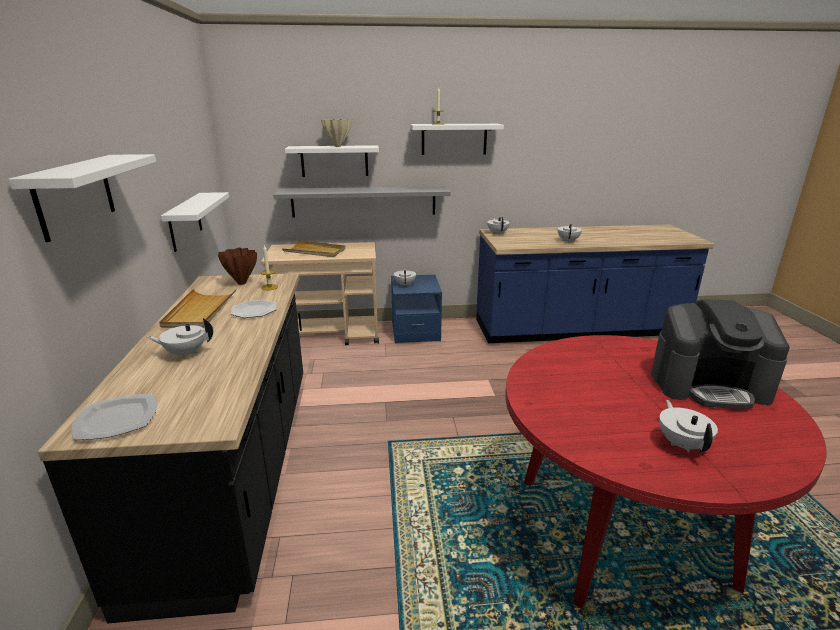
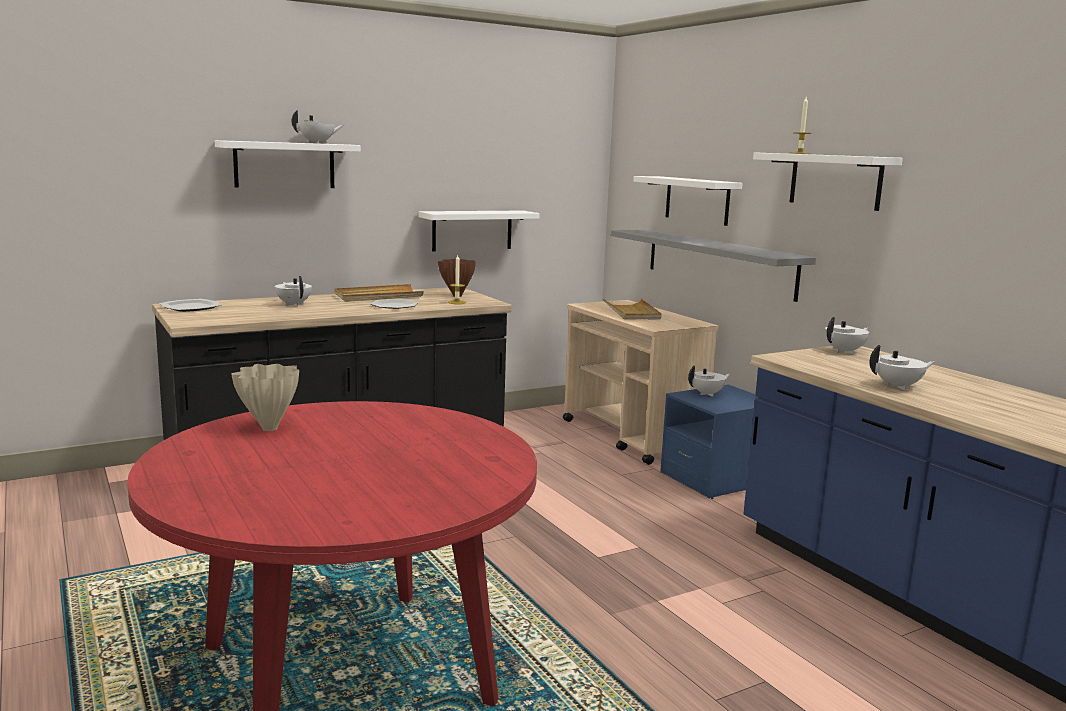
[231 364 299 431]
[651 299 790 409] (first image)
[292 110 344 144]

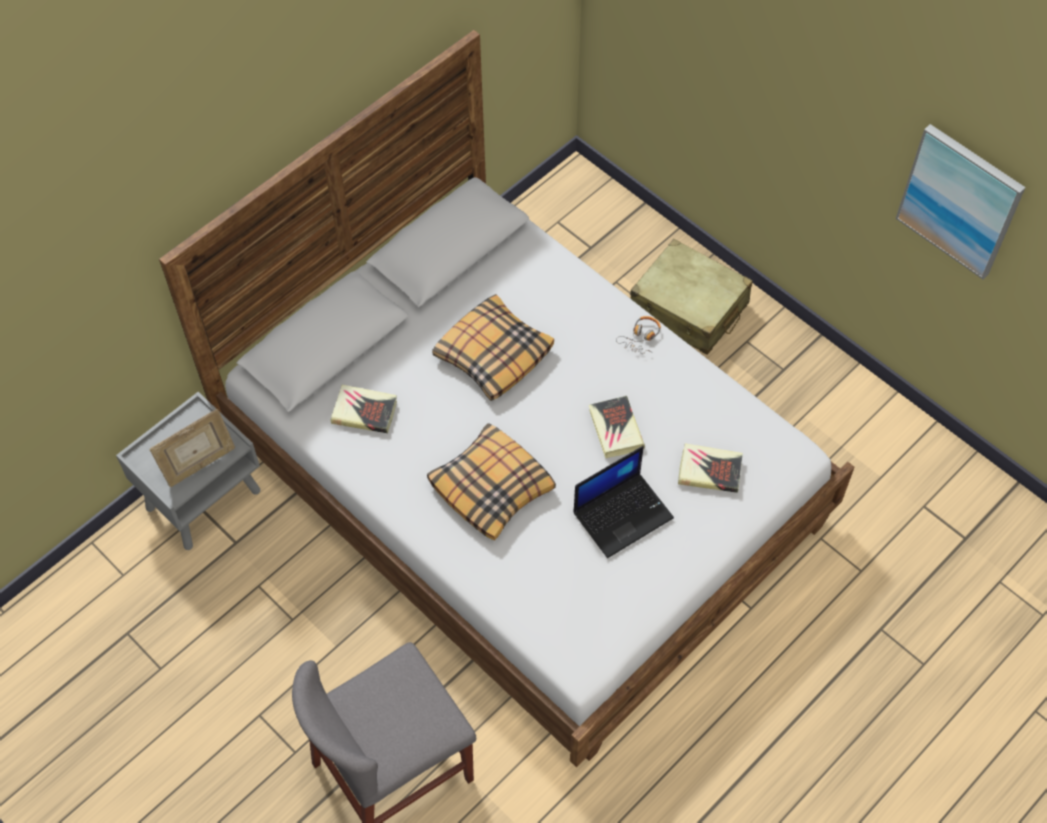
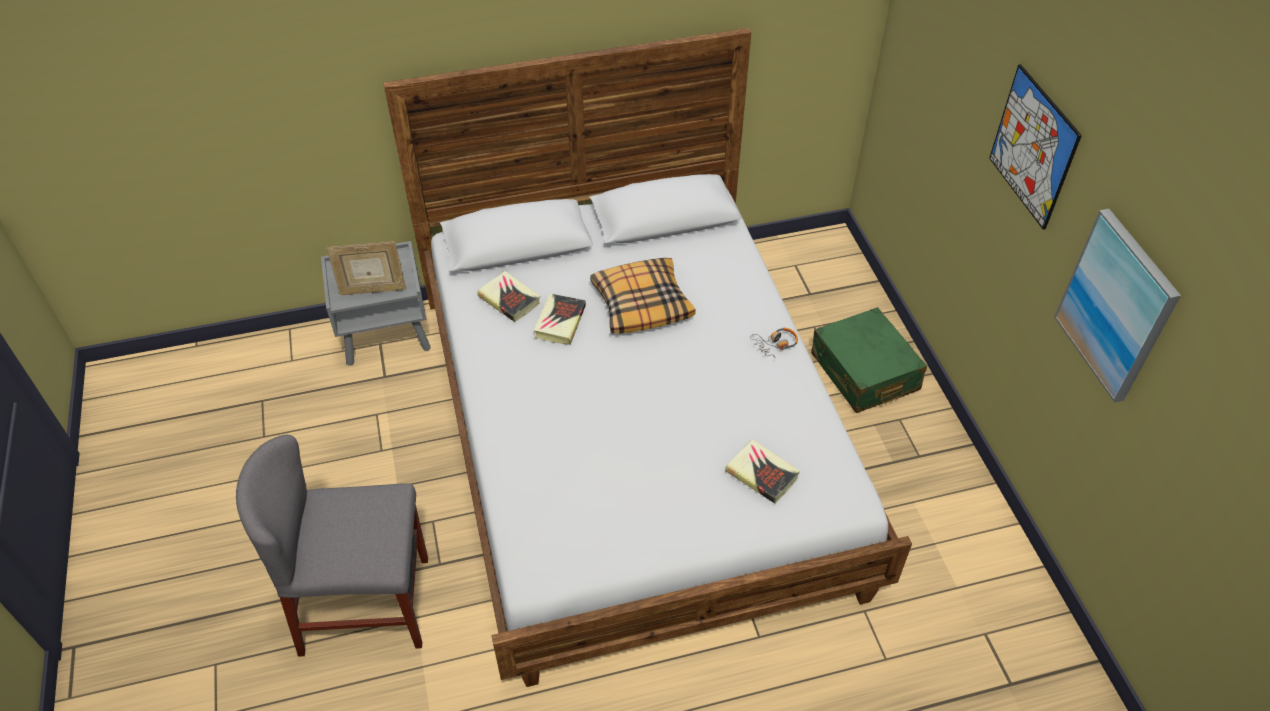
[427 423 556 541] (first image)
[573 446 674 558] (first image)
[533 294 586 345]
[811 307 927 413]
[989 64 1082 230]

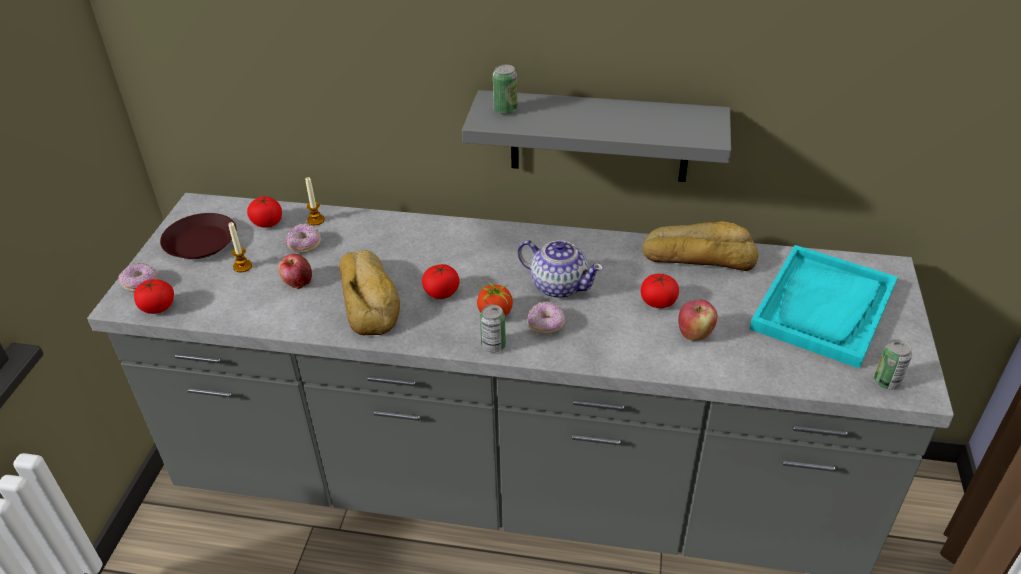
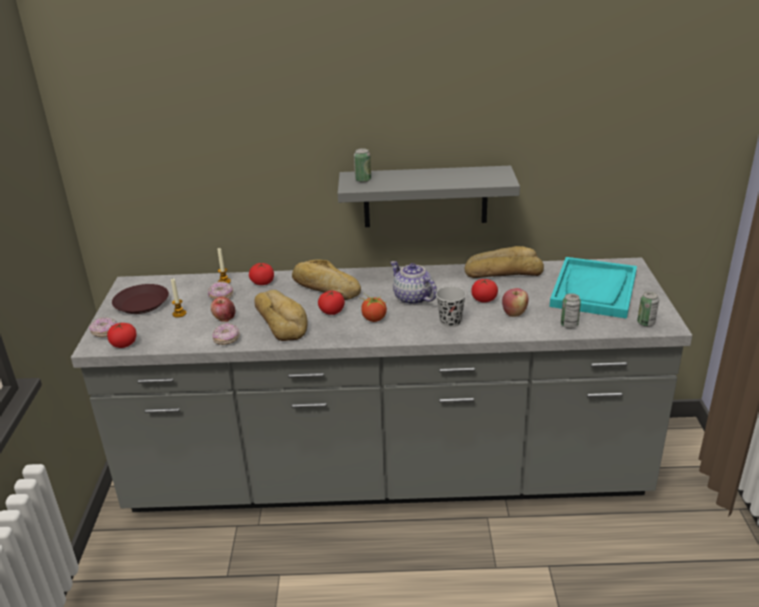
[249 263 274 285]
[561 293 581 329]
[390 261 437 305]
[212 323 240 345]
[292 260 361 300]
[436 286 466 327]

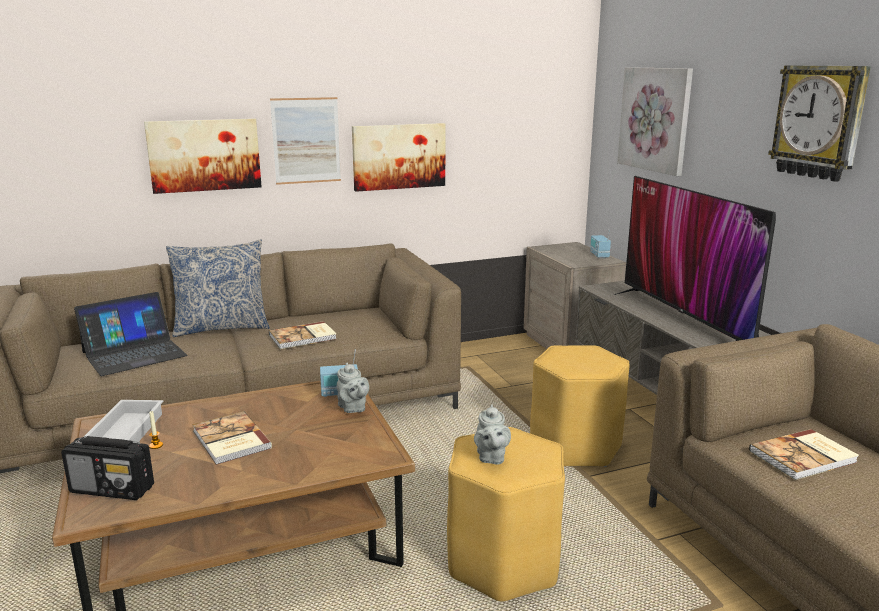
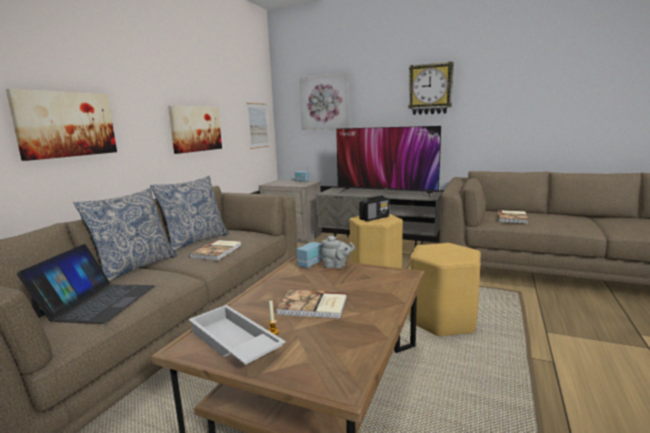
[359 196 389 221]
[247 103 270 149]
[474 404 511 465] (first image)
[150 176 229 251]

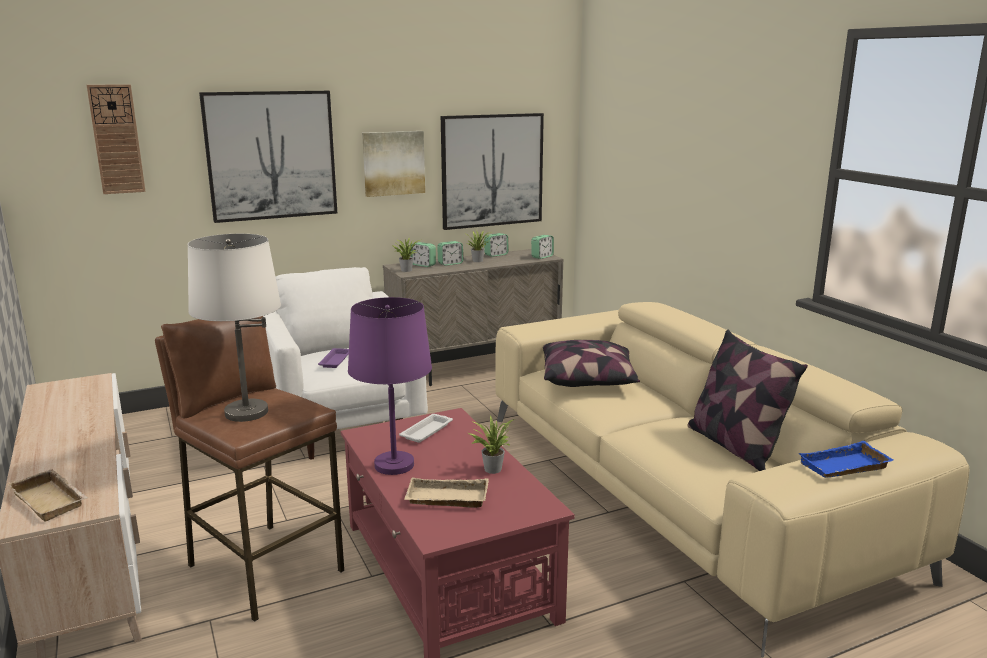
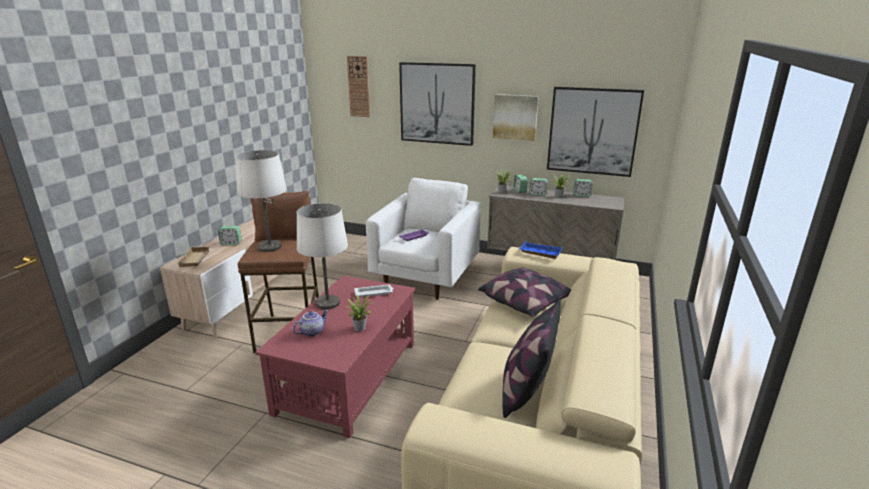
[297 203 348 310]
[293 310 329 337]
[218 226 242 245]
[519 241 563 259]

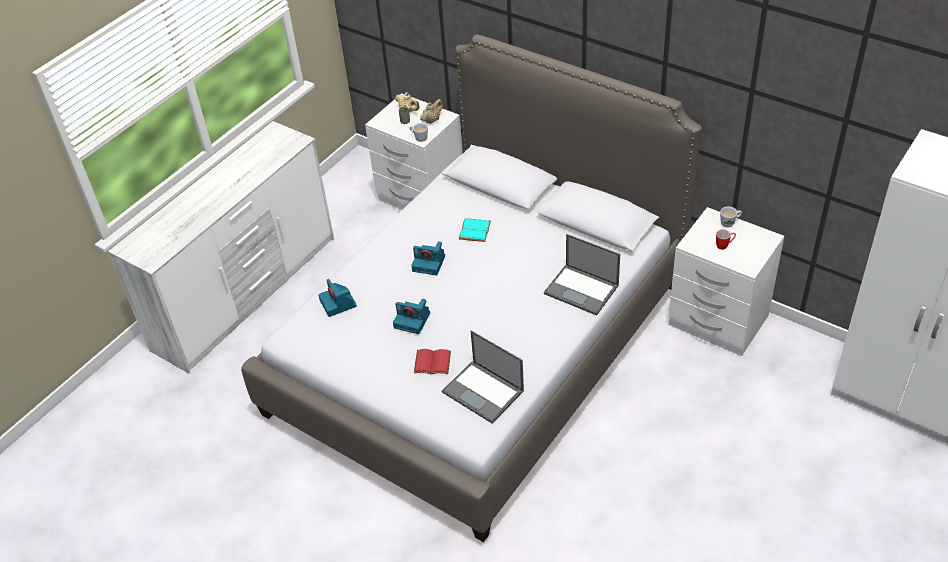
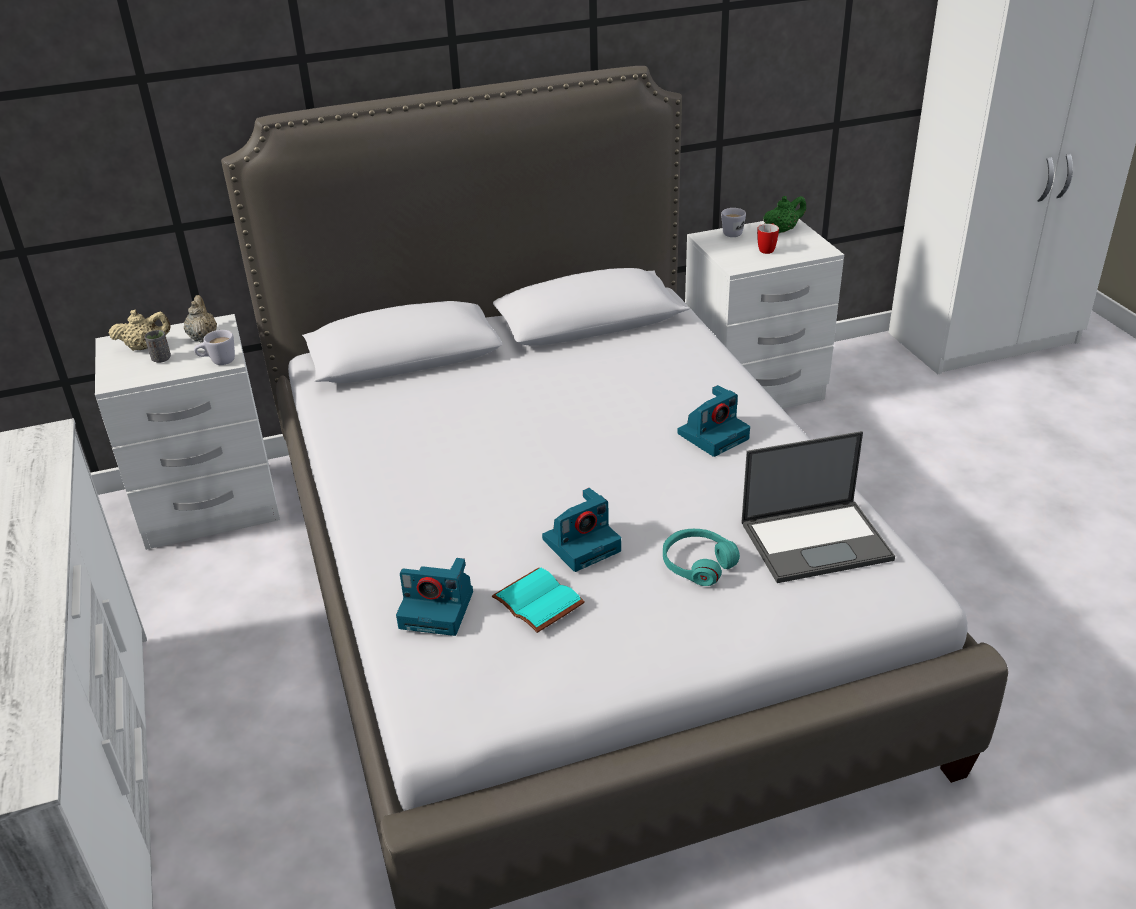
[677 385 750 457]
[663 529 740 586]
[492 568 585 633]
[544 234 620 316] (first image)
[763 196 806 233]

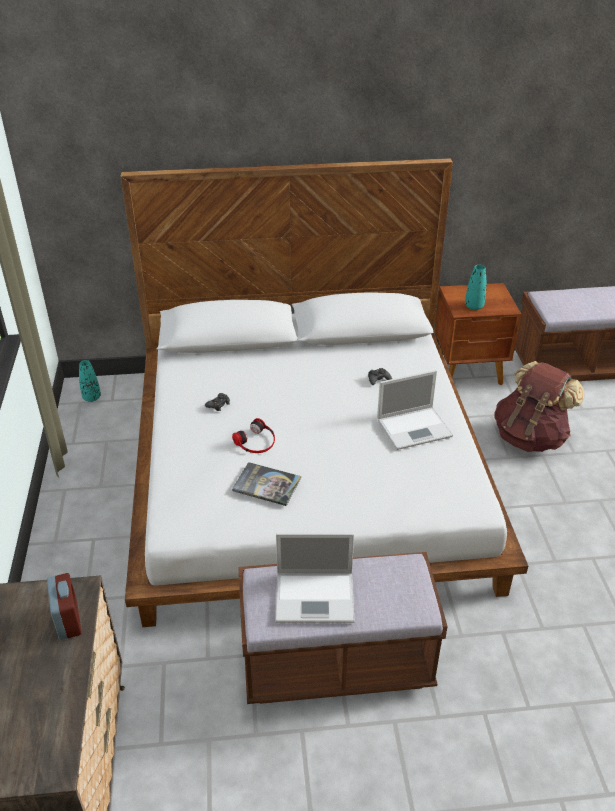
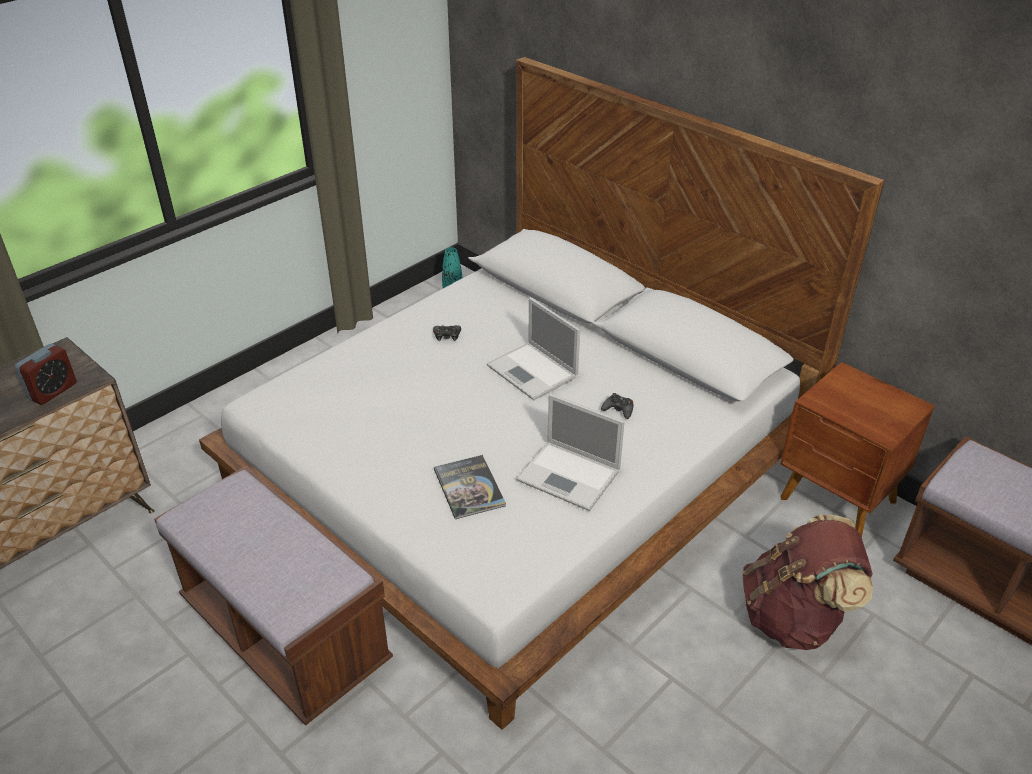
[232 418 275 453] (first image)
[434 455 506 519]
[487 298 580 400]
[465 265 486 310] (first image)

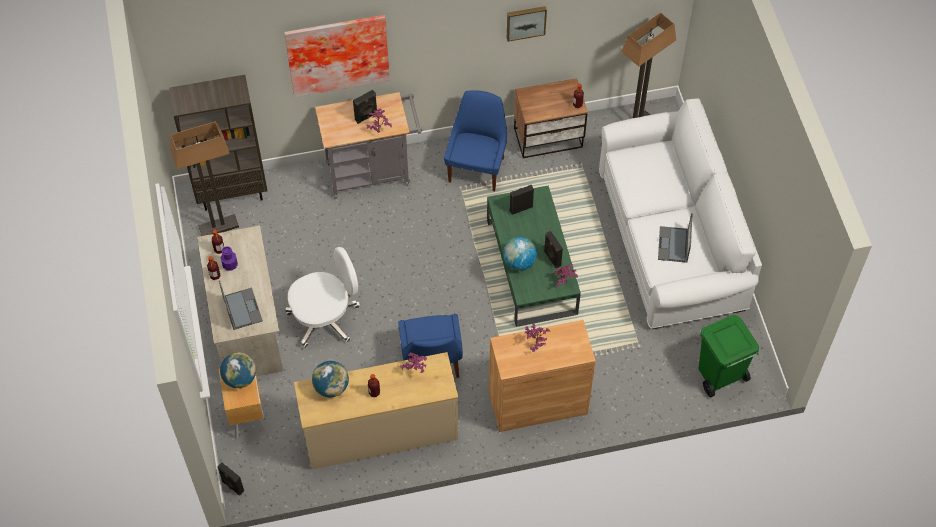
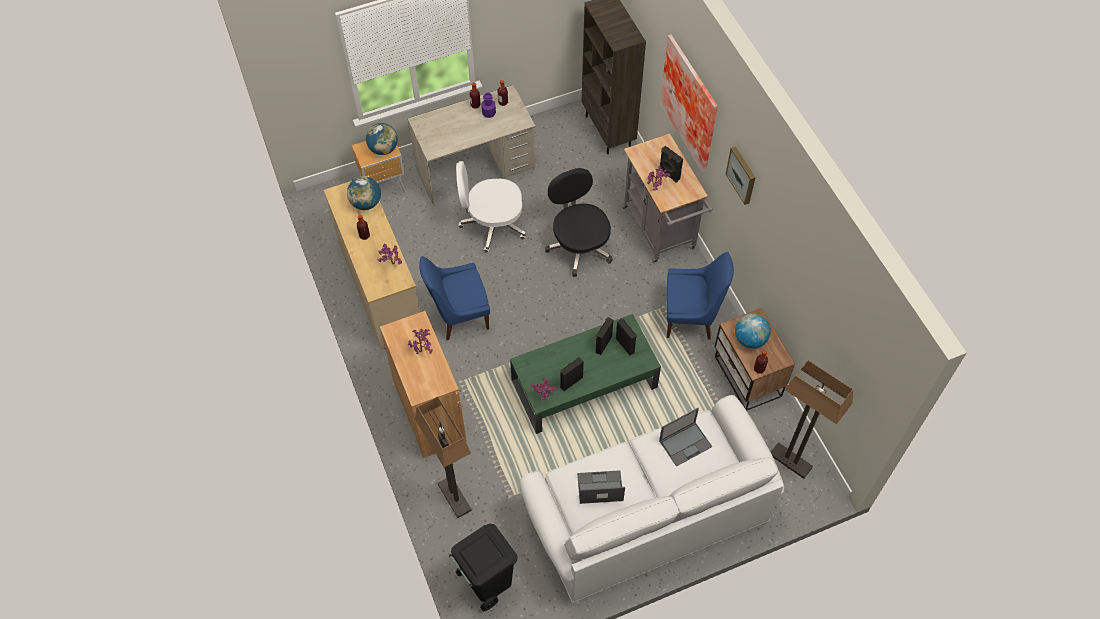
[415 396 472 518]
[595 317 613 355]
[659 408 712 467]
[456 161 526 253]
[735 313 771 349]
[726 146 756 205]
[449 524 517 611]
[545 168 613 277]

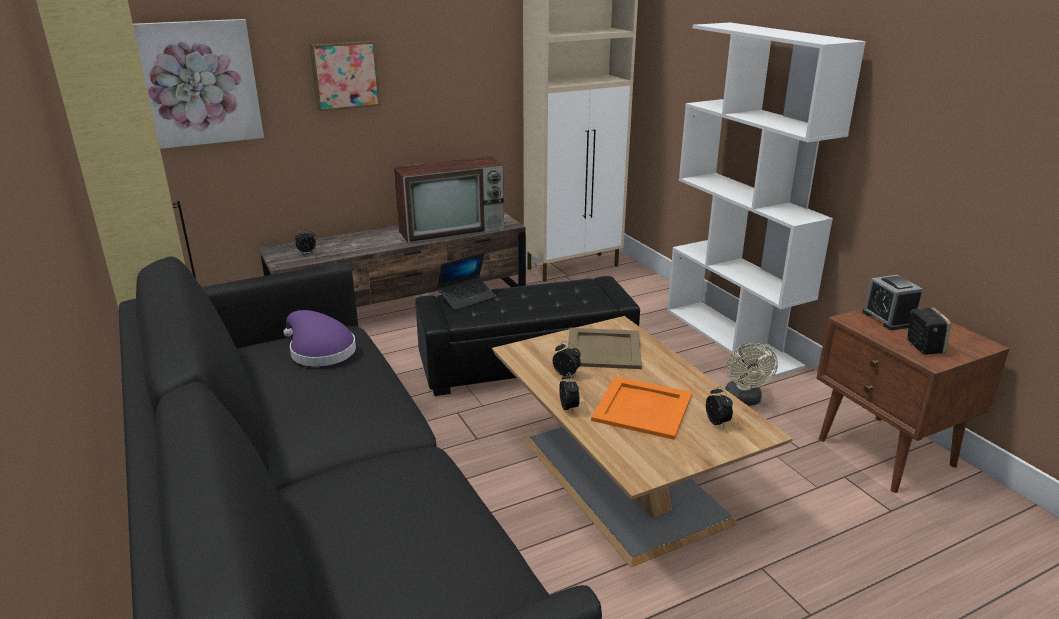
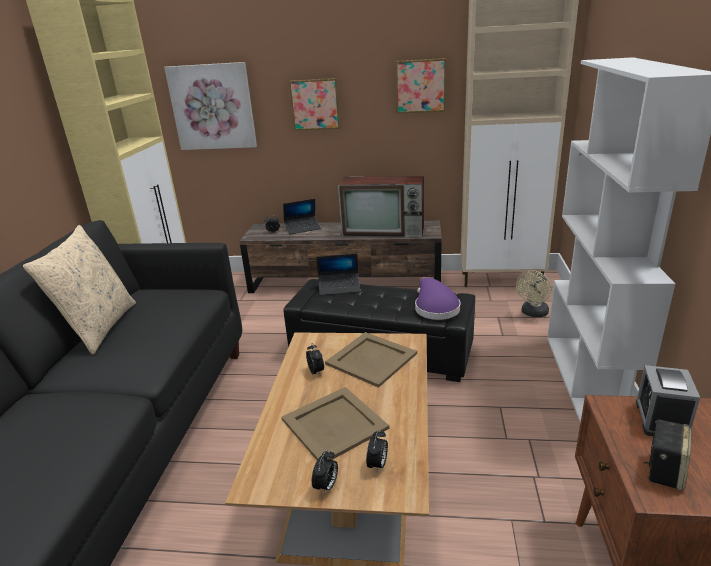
[415 277 460 320]
[312 450 338 495]
[282 387 389 460]
[516 270 552 318]
[23 225 136 354]
[283 199 321 235]
[395 58 446 114]

